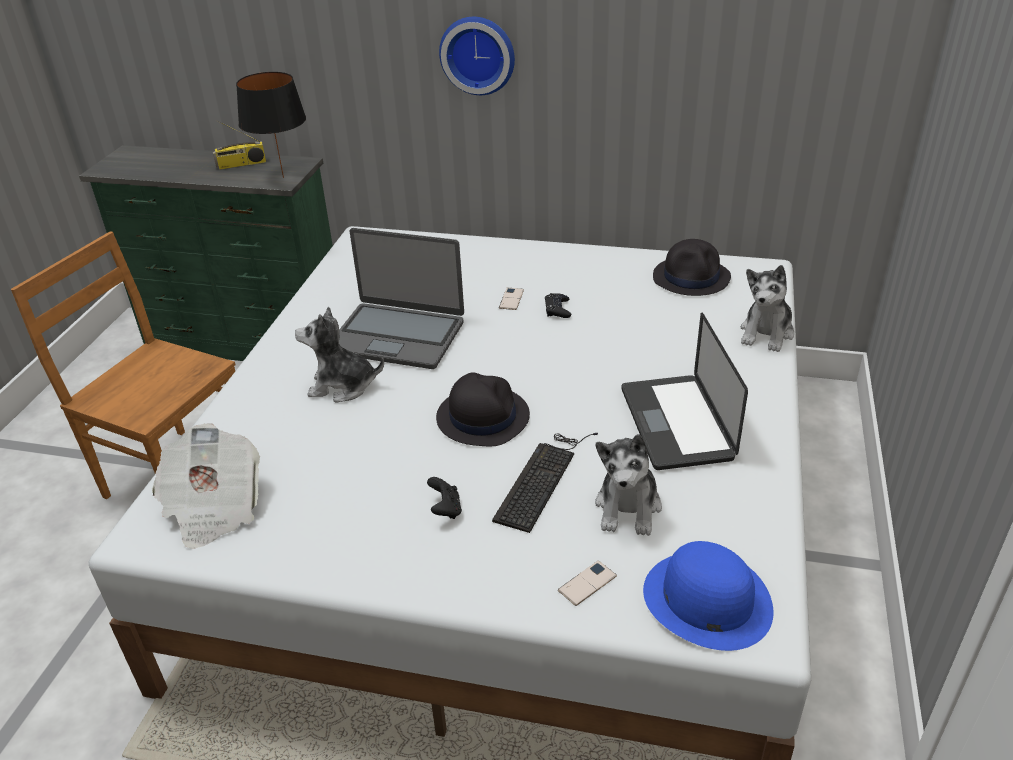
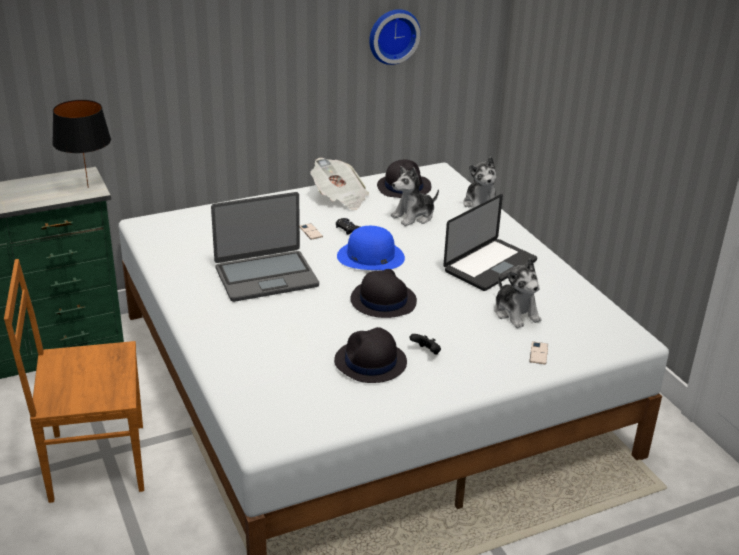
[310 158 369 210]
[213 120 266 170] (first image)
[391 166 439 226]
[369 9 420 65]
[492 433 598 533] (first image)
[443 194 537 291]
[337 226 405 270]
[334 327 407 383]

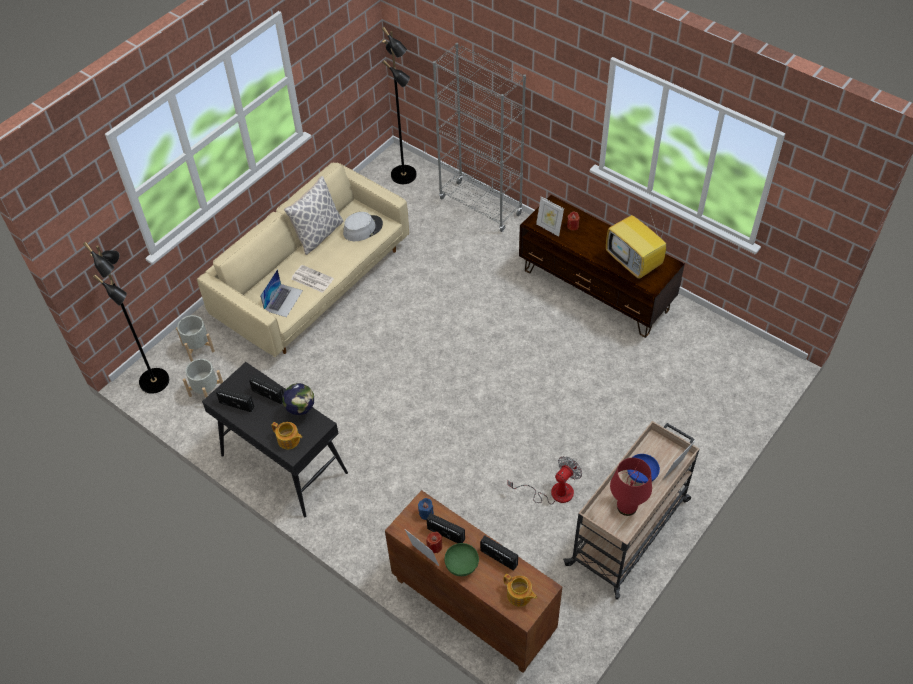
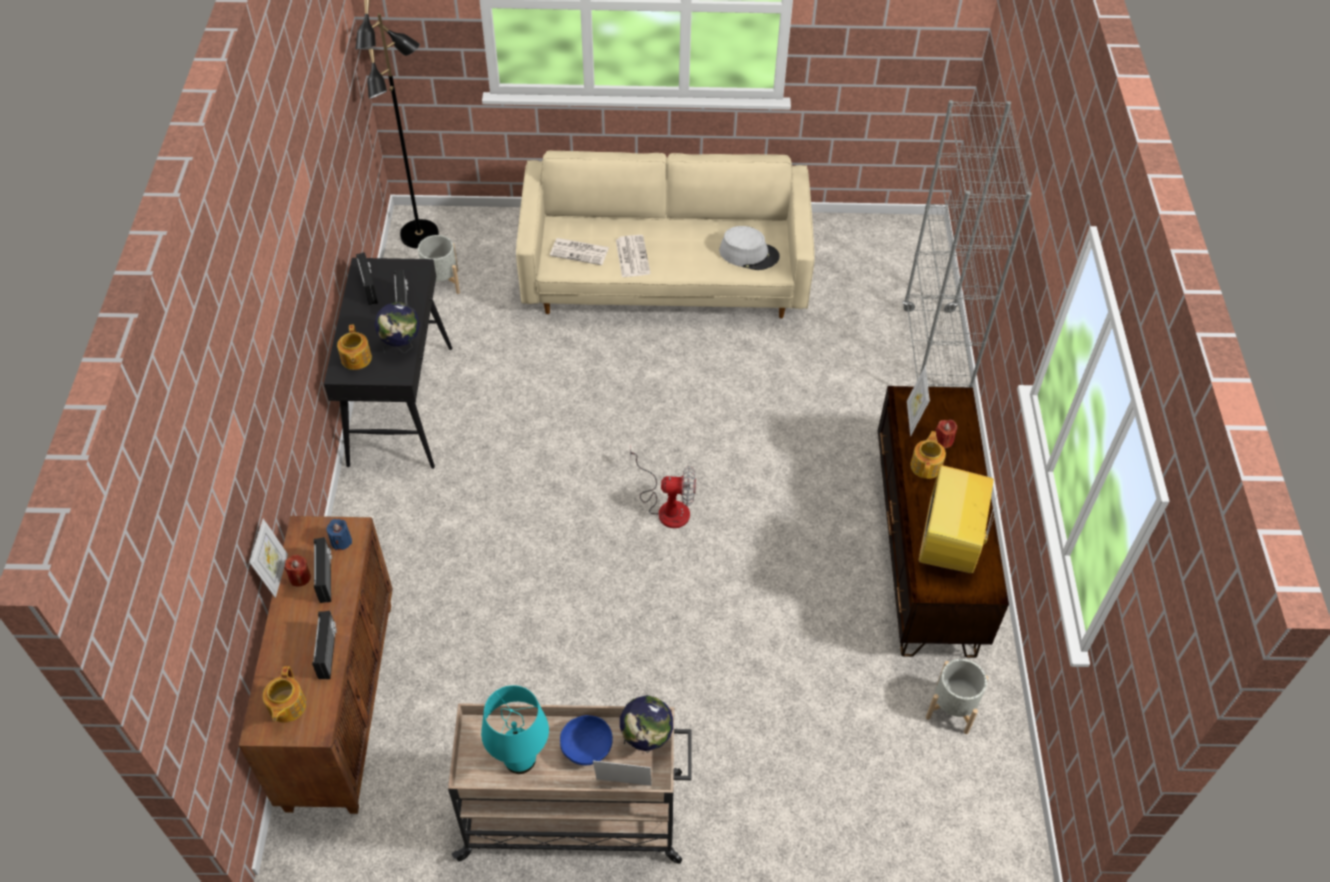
[926 659 988 734]
[550 238 609 265]
[284 176 343 255] (first image)
[382 27 417 184] (first image)
[444 543 479 576] (first image)
[630 447 696 528]
[481 685 549 774]
[620 695 673 753]
[910 431 946 479]

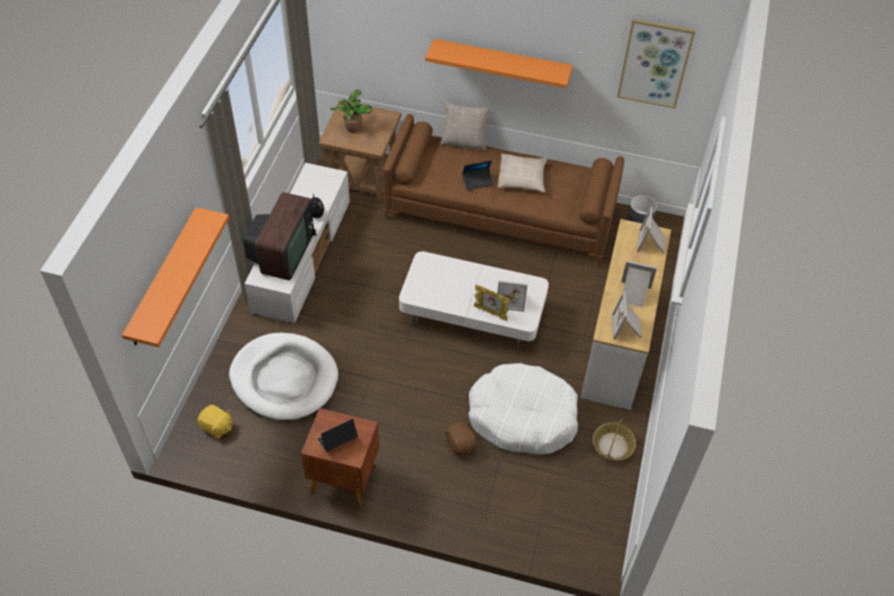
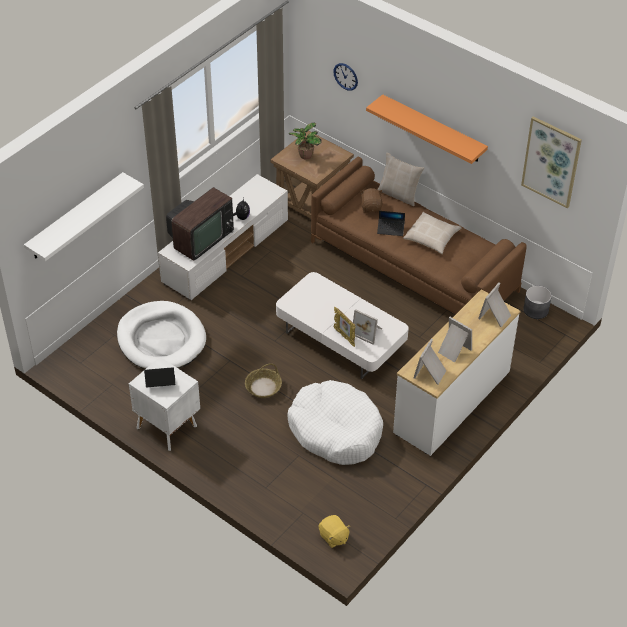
[24 172 144 261]
[319 515 350 548]
[129 357 200 451]
[360 188 383 213]
[245 363 282 398]
[333 63 358 91]

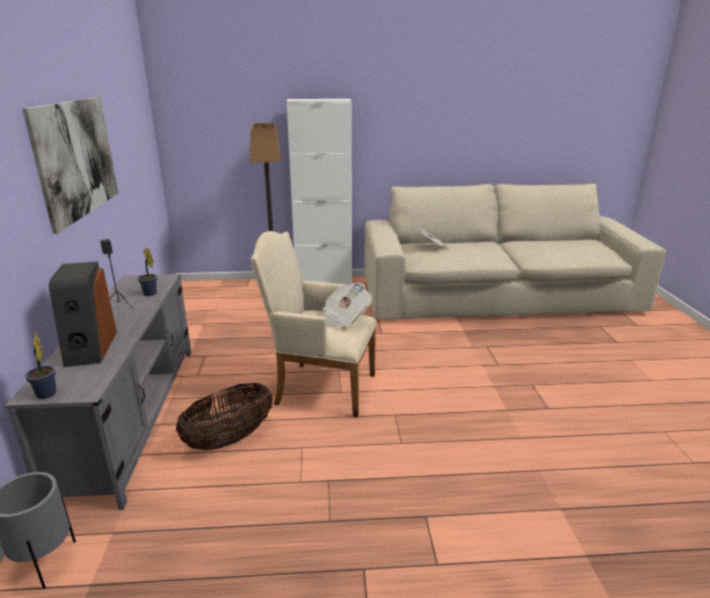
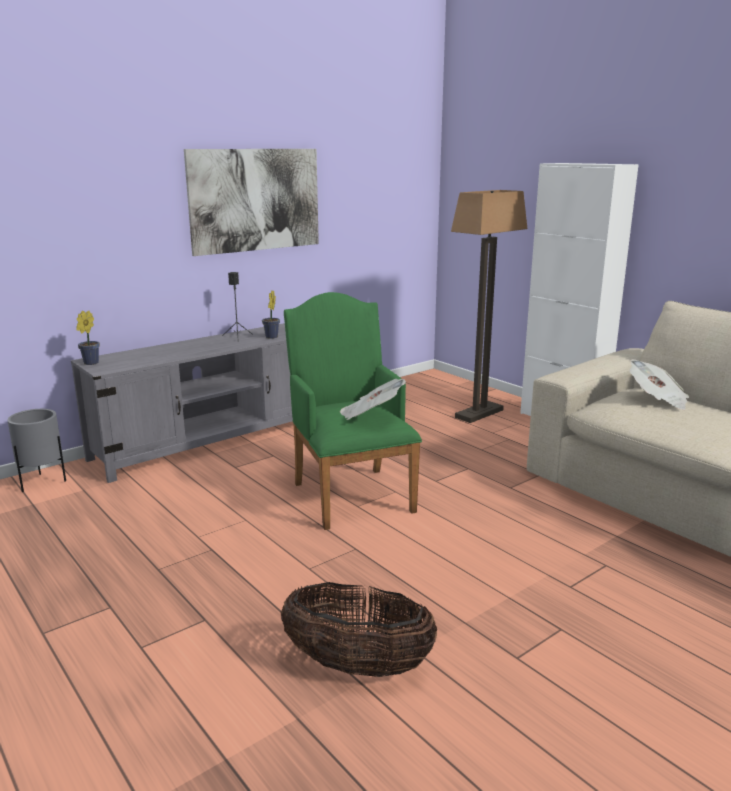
[49 261 117 367] (first image)
[281 582 437 677]
[284 292 422 530]

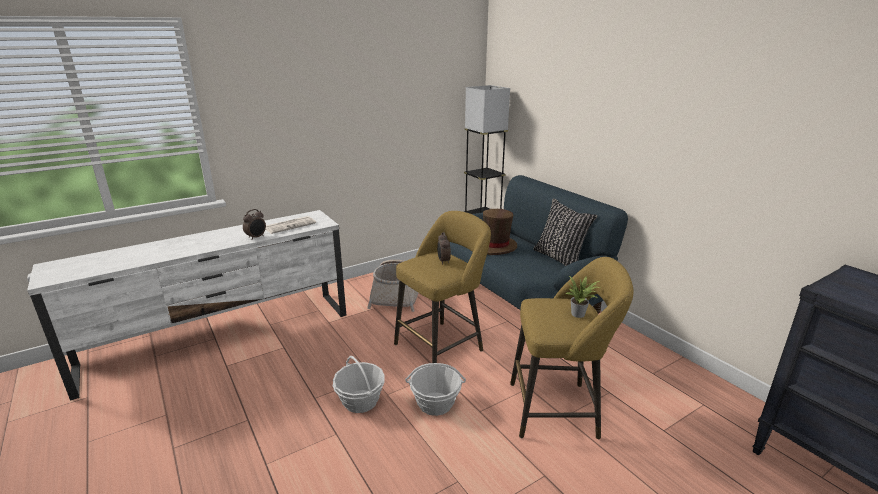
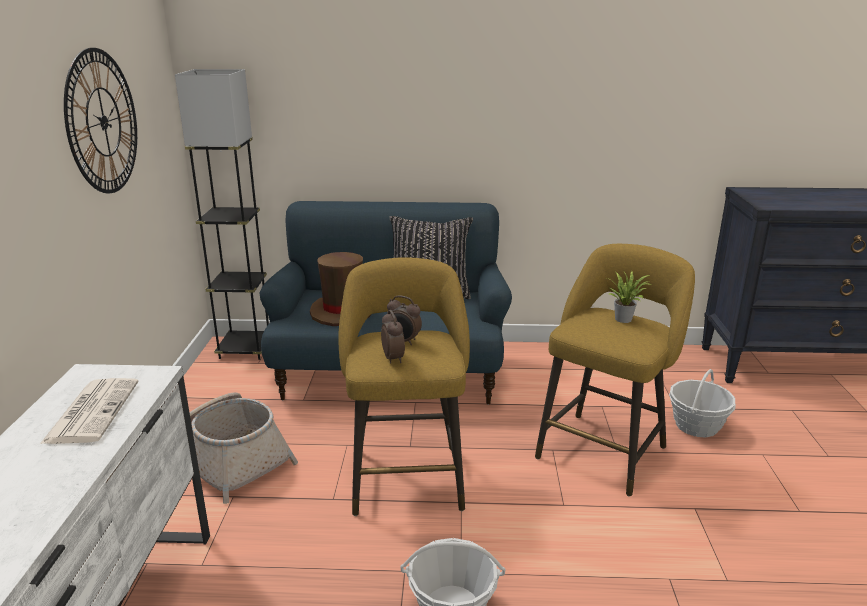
[381 310 405 363]
[669 369 736 437]
[64 48 137 193]

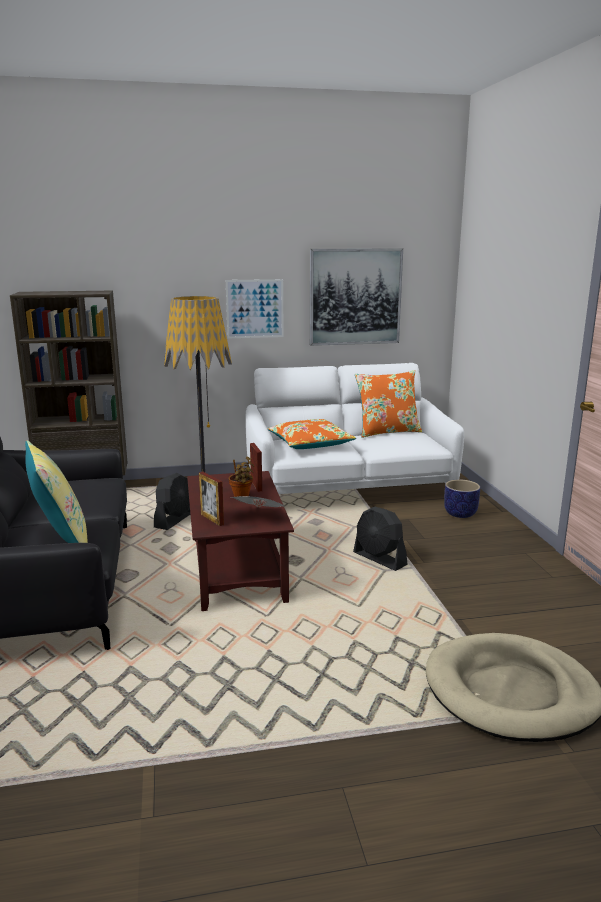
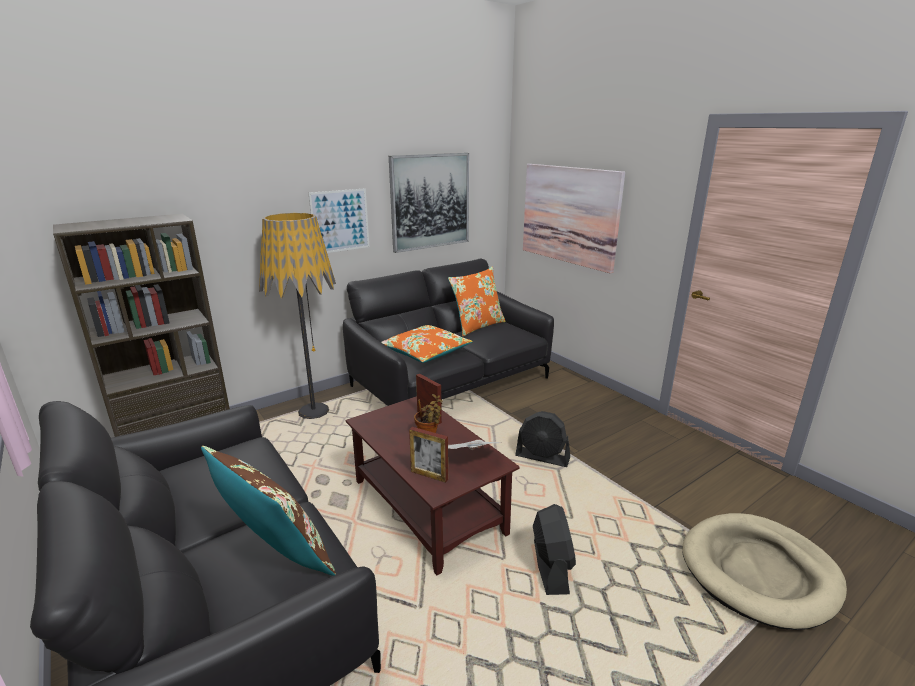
[201 446 336 576]
[533 504 576 595]
[343 258 554 406]
[444 479 480 518] (first image)
[523 164 625 274]

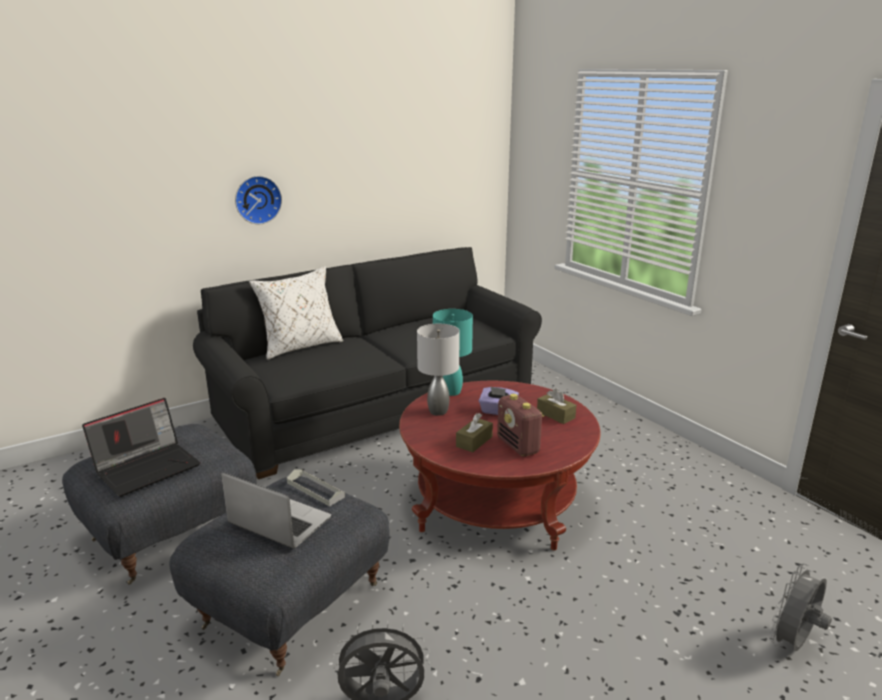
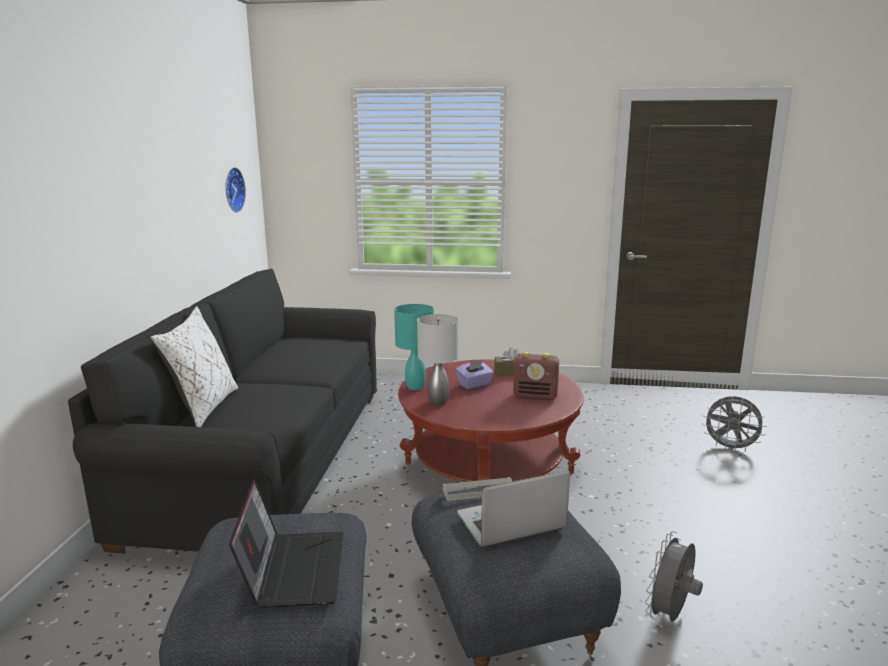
[226 167 246 213]
[456 413 493 452] (first image)
[702 396 767 451]

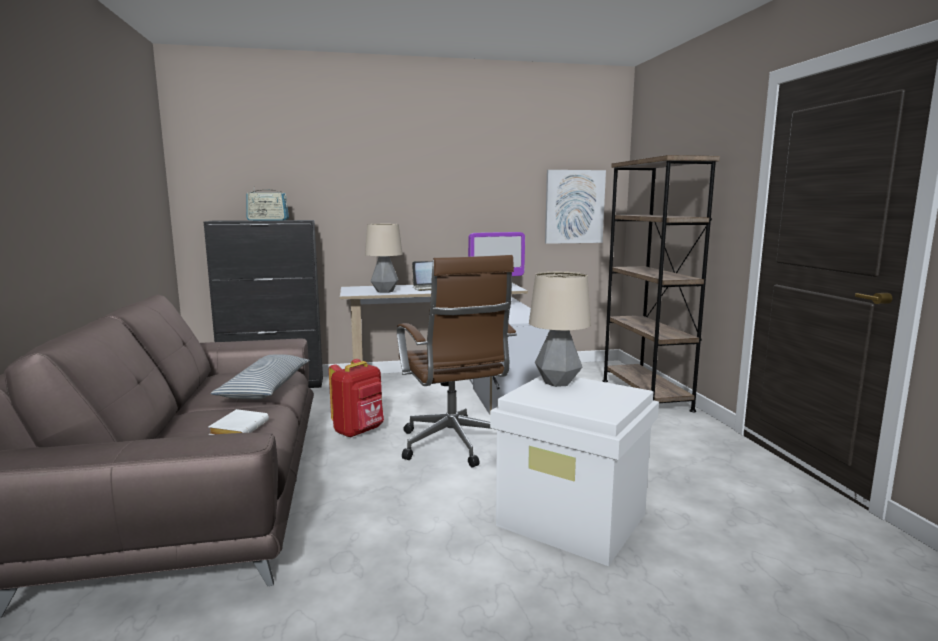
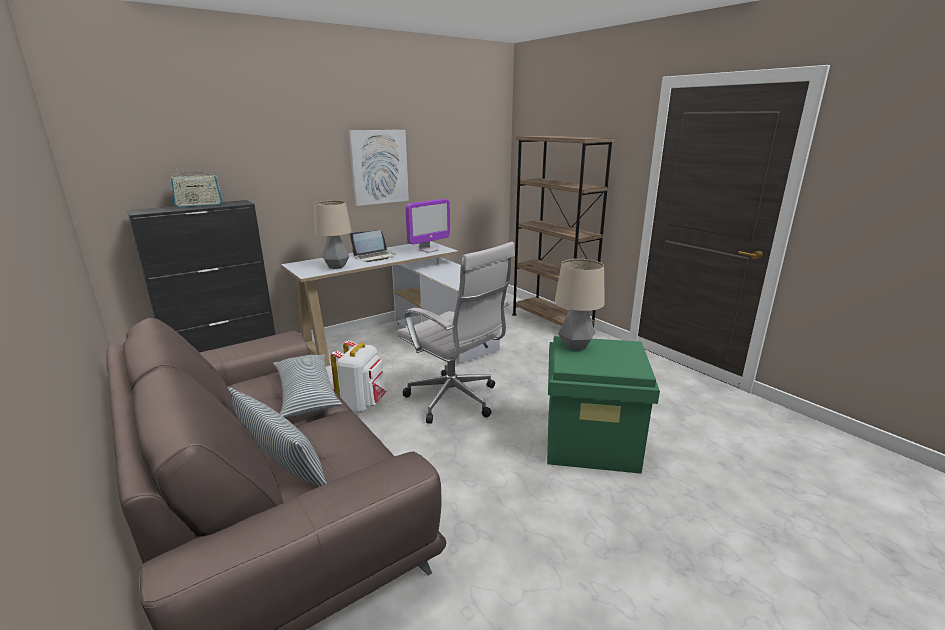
[208 409 269 435] (first image)
[330 340 387 413]
[396 242 515 424]
[547 336 660 474]
[348 130 409 206]
[227 387 327 486]

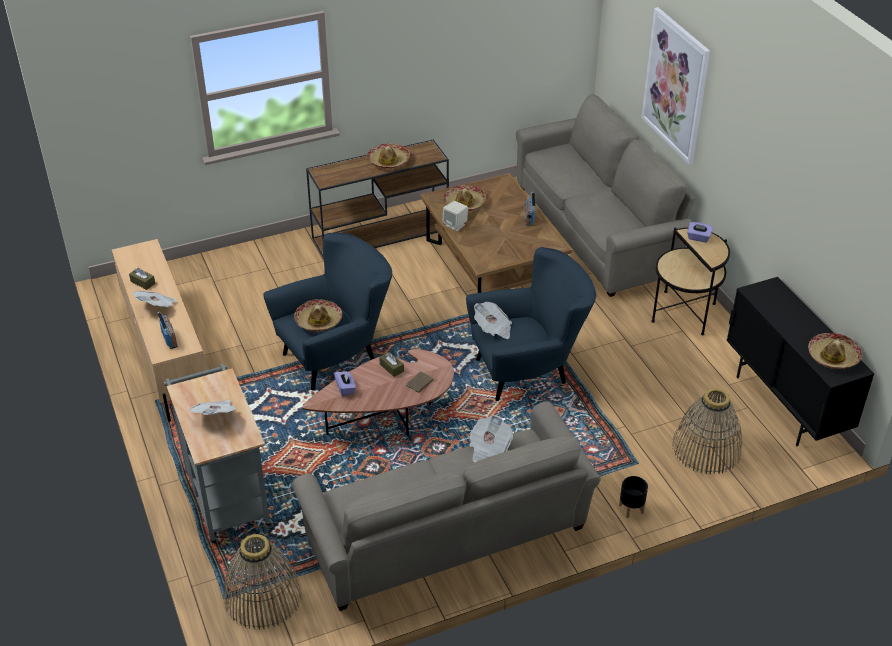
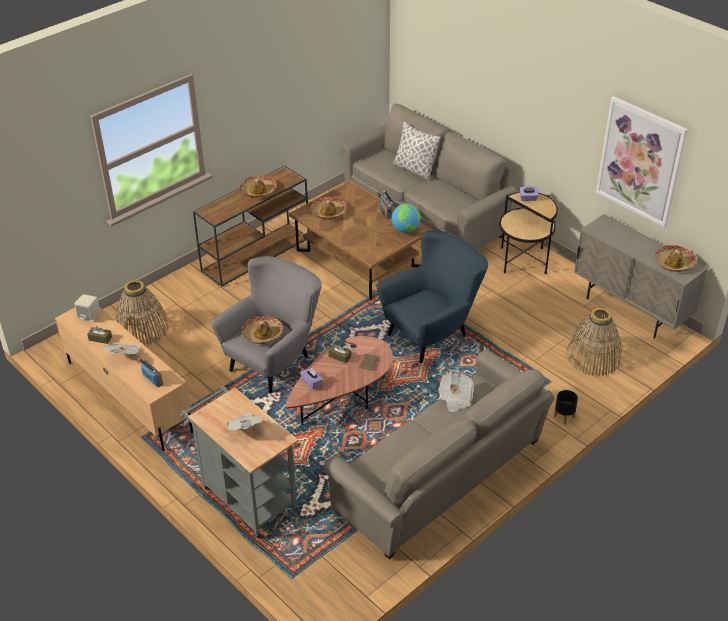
[115 280 169 345]
[210 256 322 393]
[74 294 100 322]
[474 302 512 339] (first image)
[596 96 688 228]
[574 214 708 339]
[391 204 421 233]
[393 122 441 180]

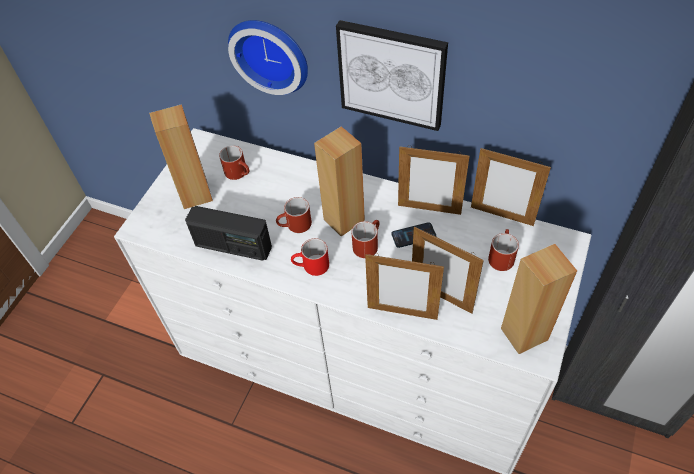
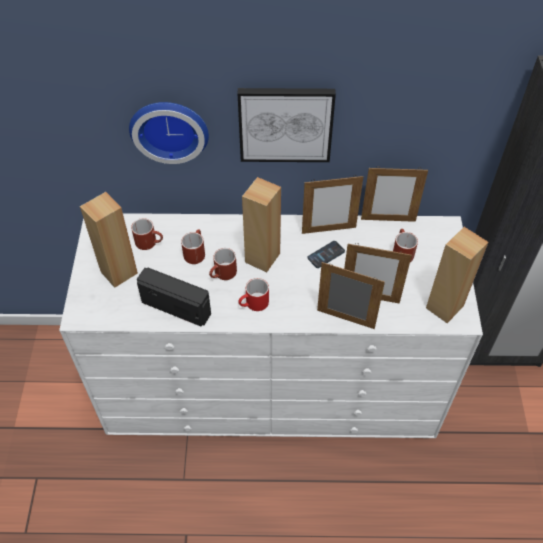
[137 268 211 326]
[181 229 205 264]
[317 262 385 329]

